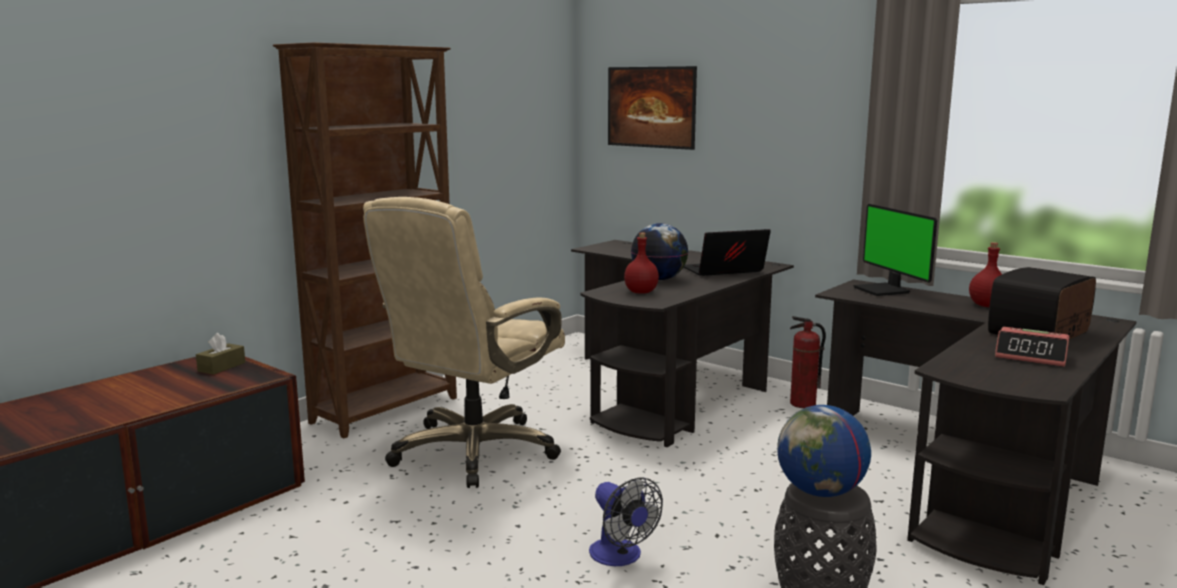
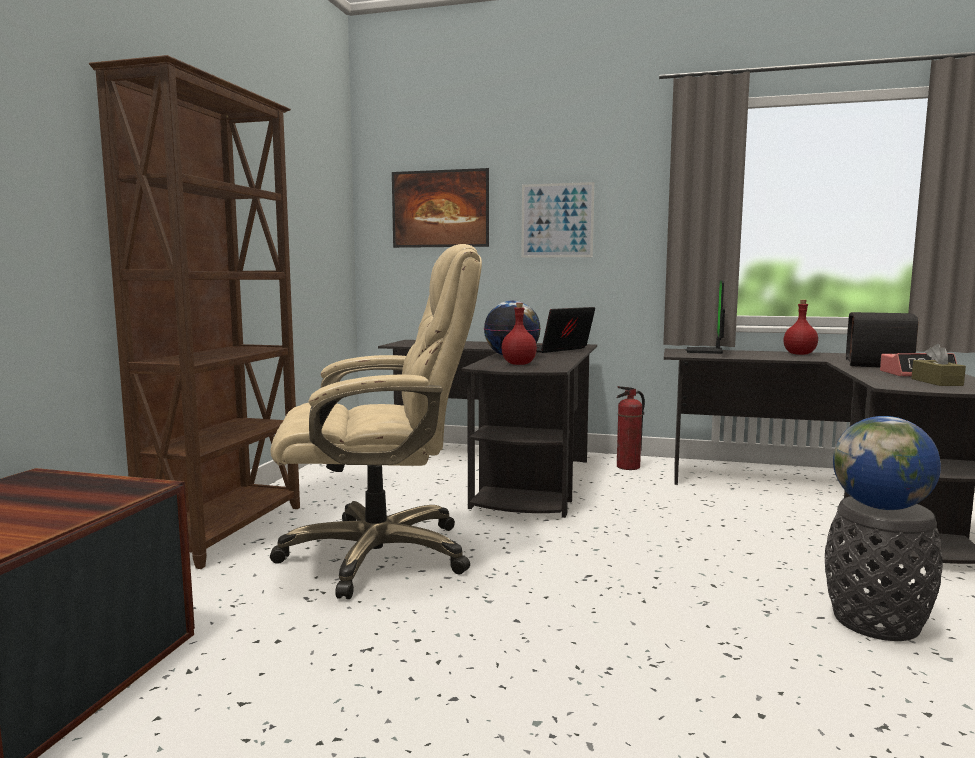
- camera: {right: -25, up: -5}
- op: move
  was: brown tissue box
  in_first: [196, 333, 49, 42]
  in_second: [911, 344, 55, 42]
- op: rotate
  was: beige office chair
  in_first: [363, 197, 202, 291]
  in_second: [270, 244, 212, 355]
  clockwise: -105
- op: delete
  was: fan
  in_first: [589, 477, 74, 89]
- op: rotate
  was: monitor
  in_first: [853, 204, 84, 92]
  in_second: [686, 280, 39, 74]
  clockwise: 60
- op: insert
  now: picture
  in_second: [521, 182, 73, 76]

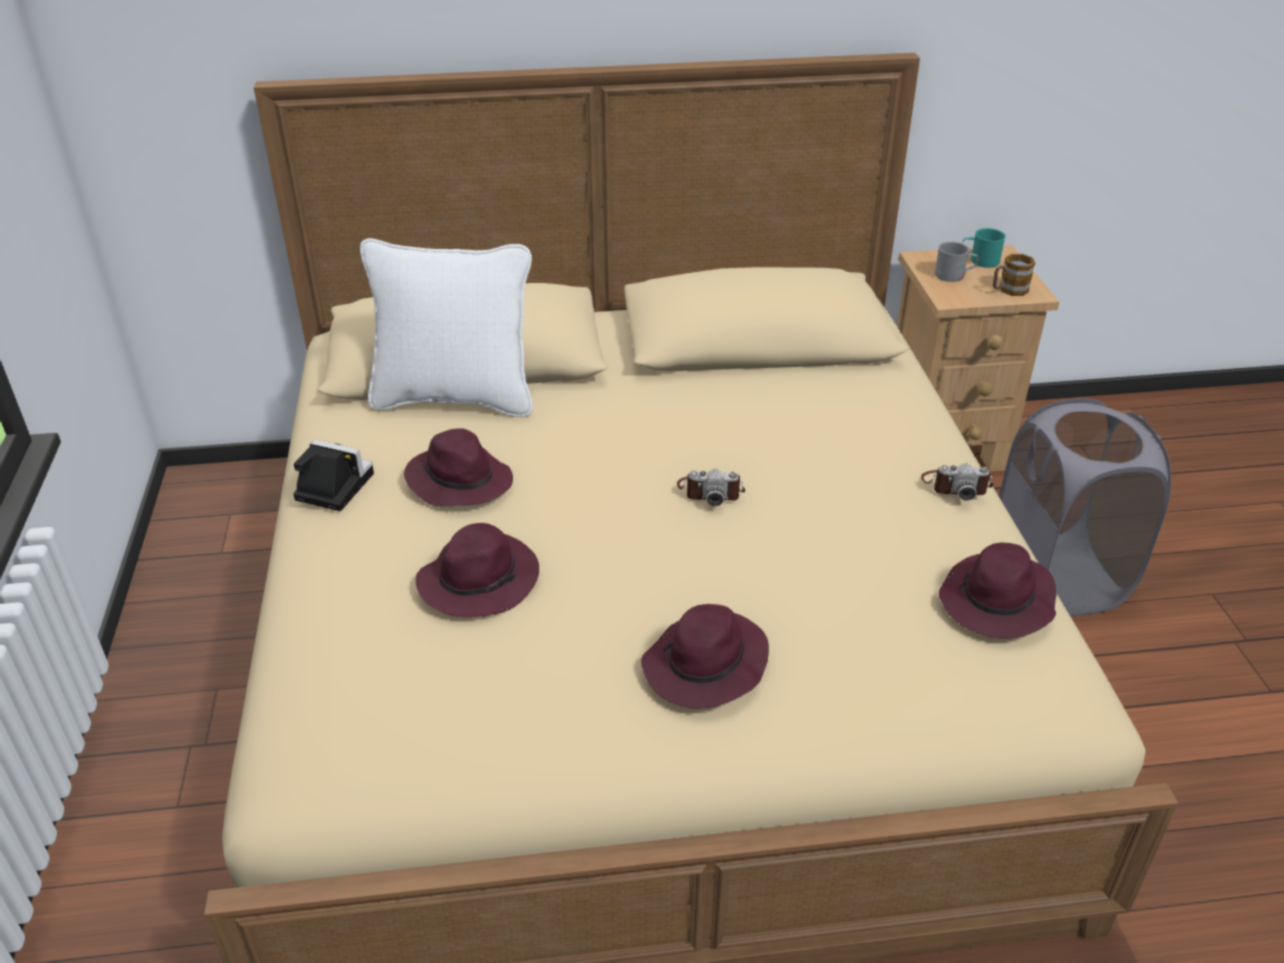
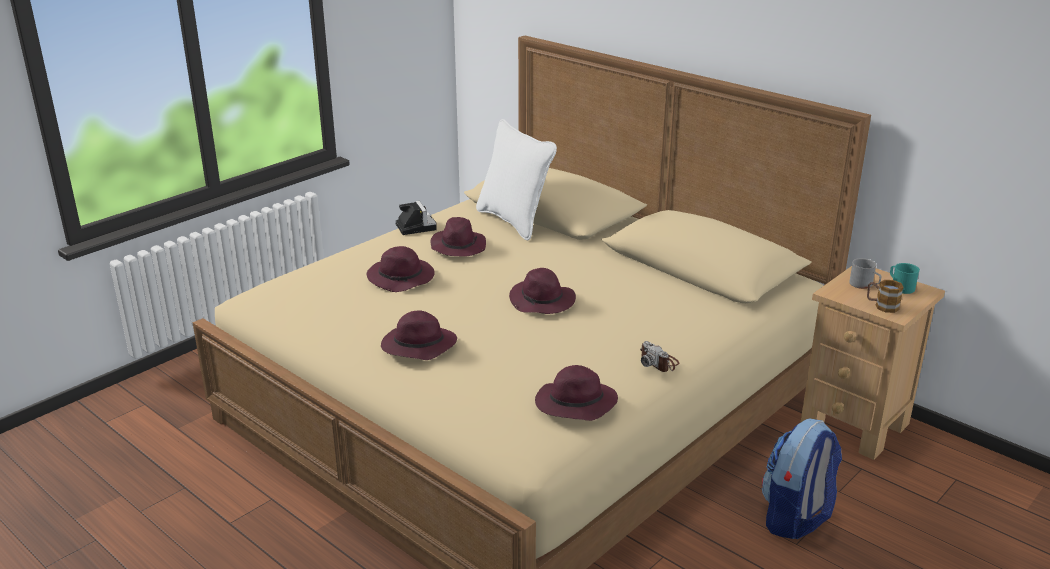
- camera: {right: 50, up: -10}
- op: replace
  was: photo camera
  now: purple hat
  in_first: [677, 469, 68, 37]
  in_second: [509, 268, 67, 46]
- op: replace
  was: grey laundry basket
  now: backpack
  in_first: [999, 398, 172, 219]
  in_second: [762, 418, 80, 121]

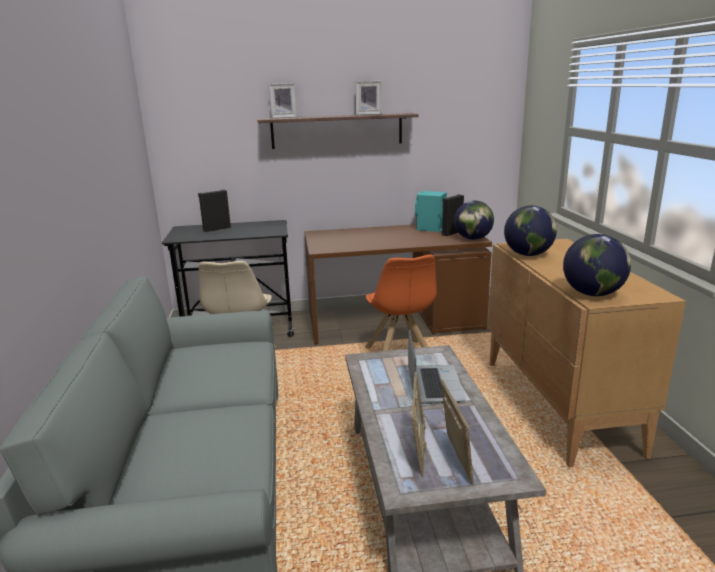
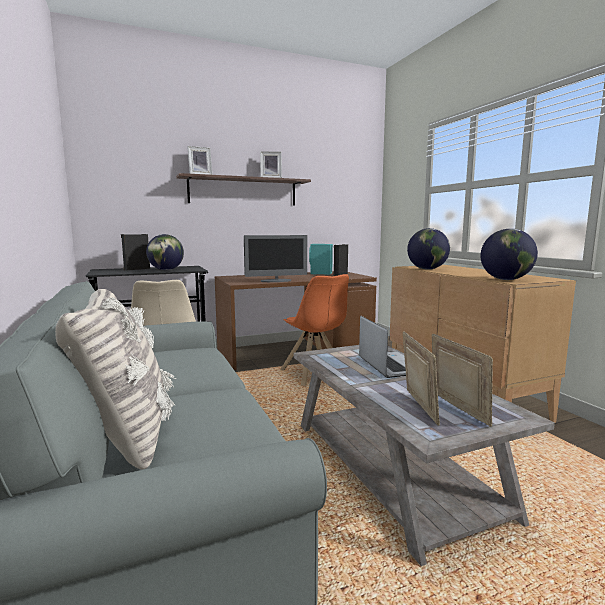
- camera: {right: -15, up: -10}
- op: move
  was: globe
  in_first: [454, 201, 40, 39]
  in_second: [146, 234, 38, 36]
- op: insert
  now: beige pillow
  in_second: [55, 289, 121, 180]
- op: insert
  now: monitor
  in_second: [244, 235, 63, 47]

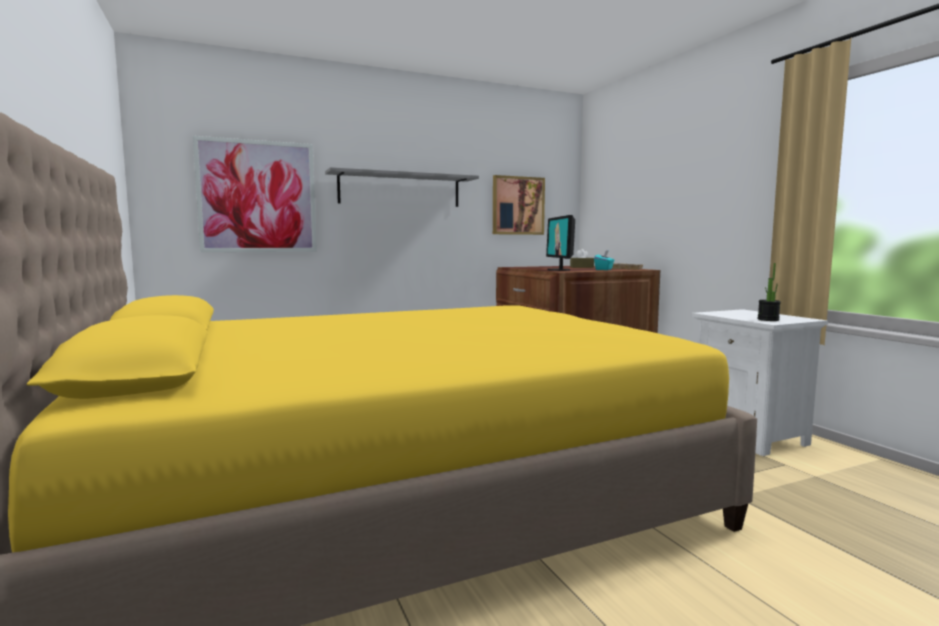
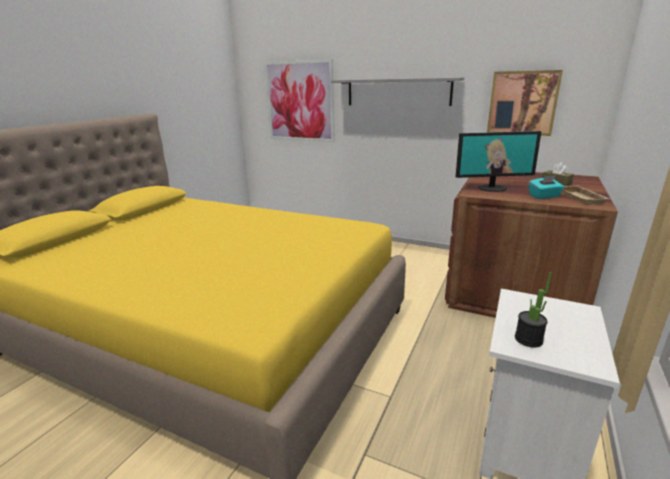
- camera: {right: 50, up: 15}
- op: rotate
  was: monitor
  in_first: [546, 215, 29, 56]
  in_second: [456, 131, 85, 61]
  clockwise: -135

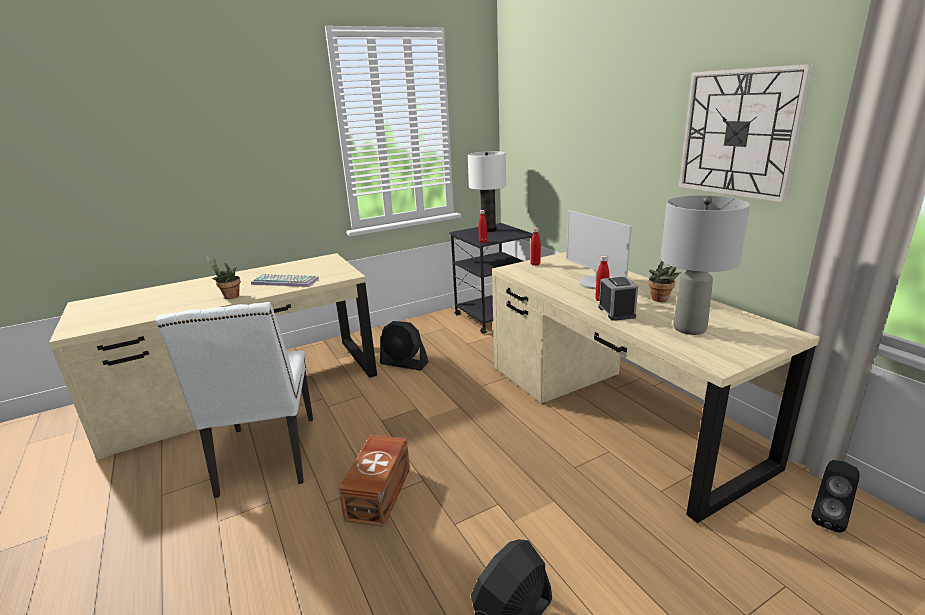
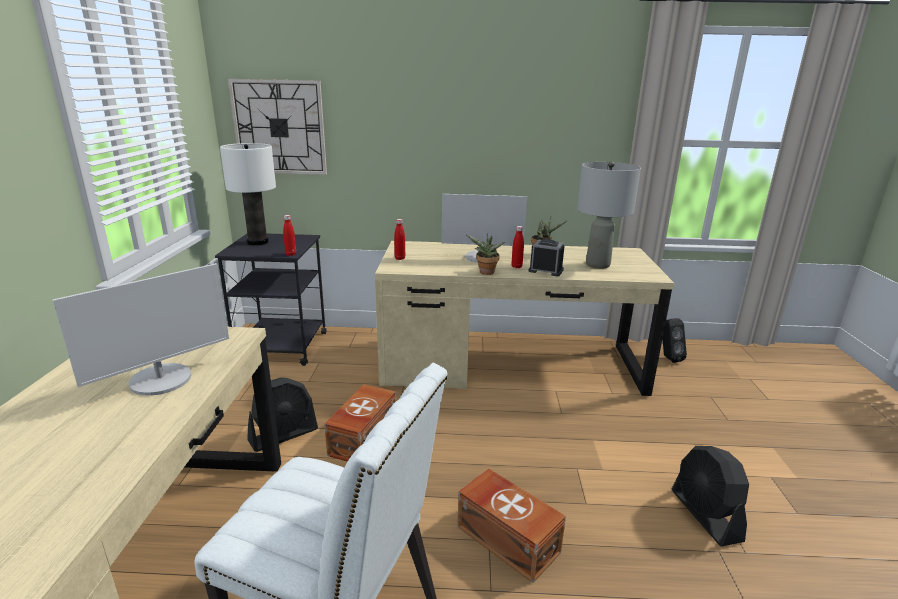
- camera: {right: -60, up: 0}
- op: move
  was: potted plant
  in_first: [205, 255, 36, 44]
  in_second: [466, 233, 39, 42]
- op: replace
  was: keyboard
  now: monitor
  in_first: [251, 274, 68, 13]
  in_second: [52, 263, 177, 133]
- op: move
  was: wall clock
  in_first: [678, 64, 135, 139]
  in_second: [228, 79, 99, 96]
- op: insert
  now: brown storage box
  in_second: [324, 384, 72, 78]

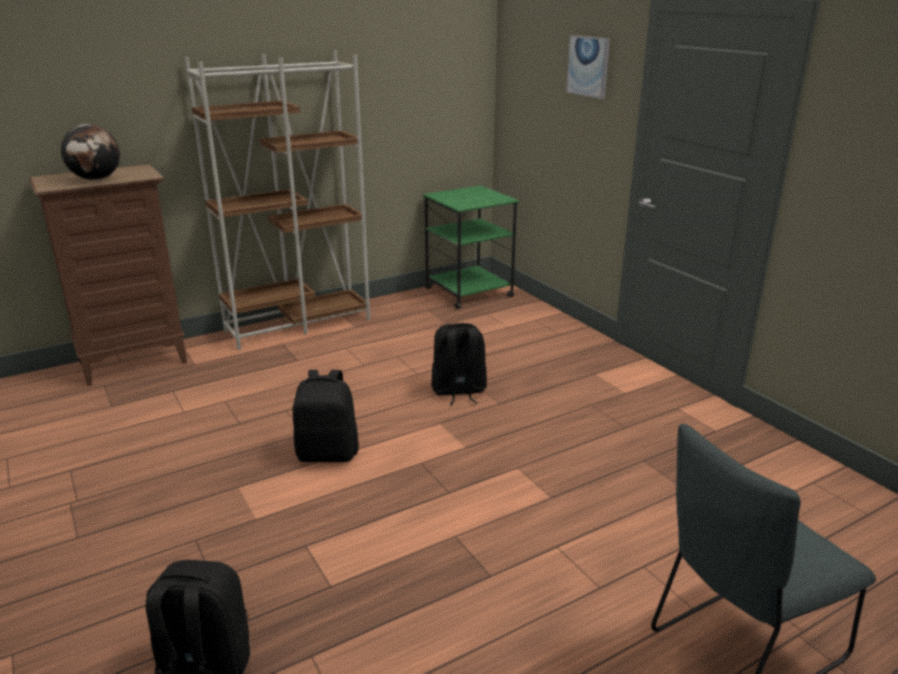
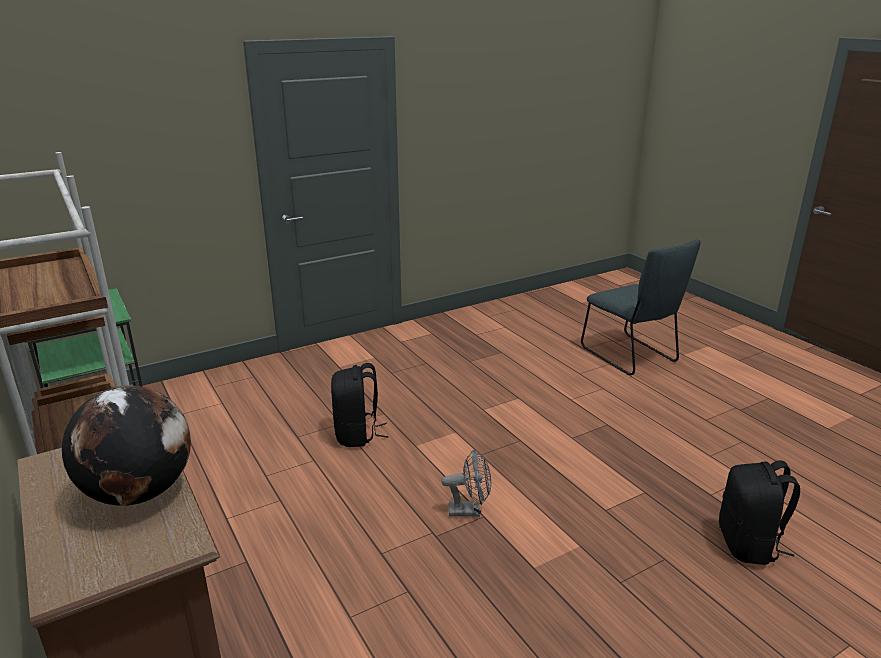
- camera: {right: -90, up: 0}
- op: replace
  was: black backpack
  now: grey fan
  in_first: [292, 370, 67, 92]
  in_second: [442, 449, 49, 68]
- op: delete
  was: picture
  in_first: [566, 35, 44, 64]

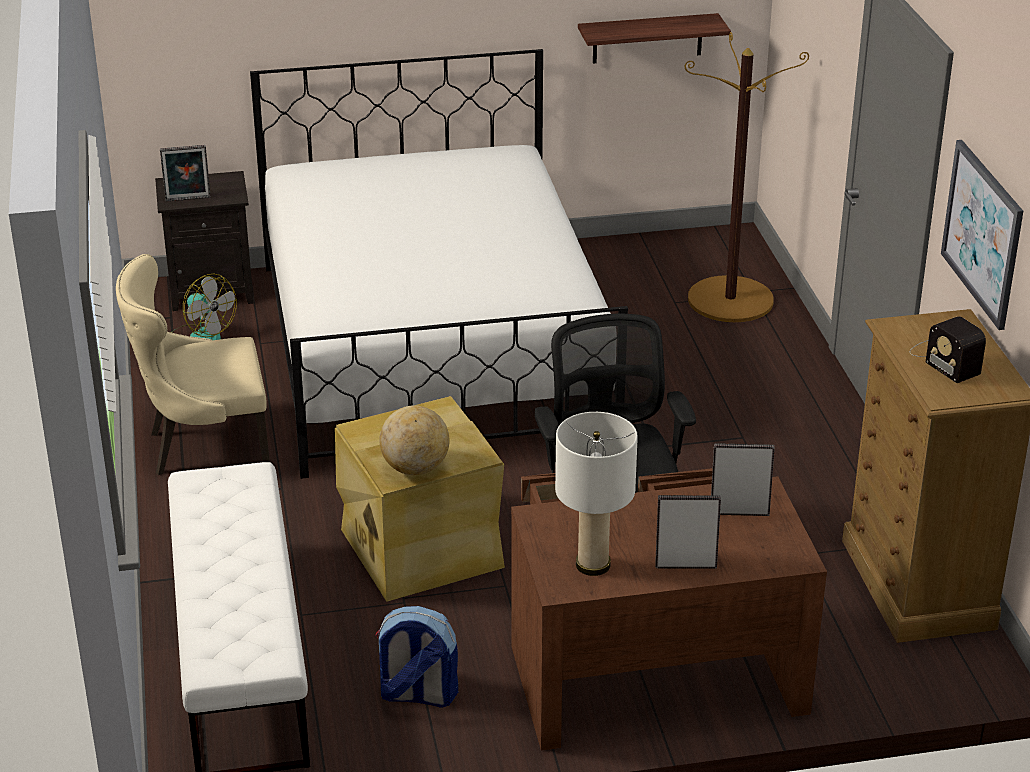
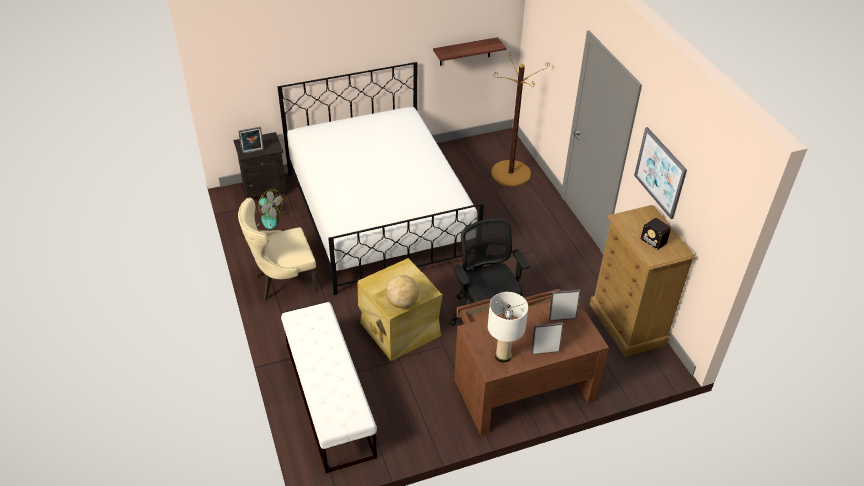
- camera: {right: -10, up: 10}
- op: delete
  was: backpack
  in_first: [375, 606, 83, 102]

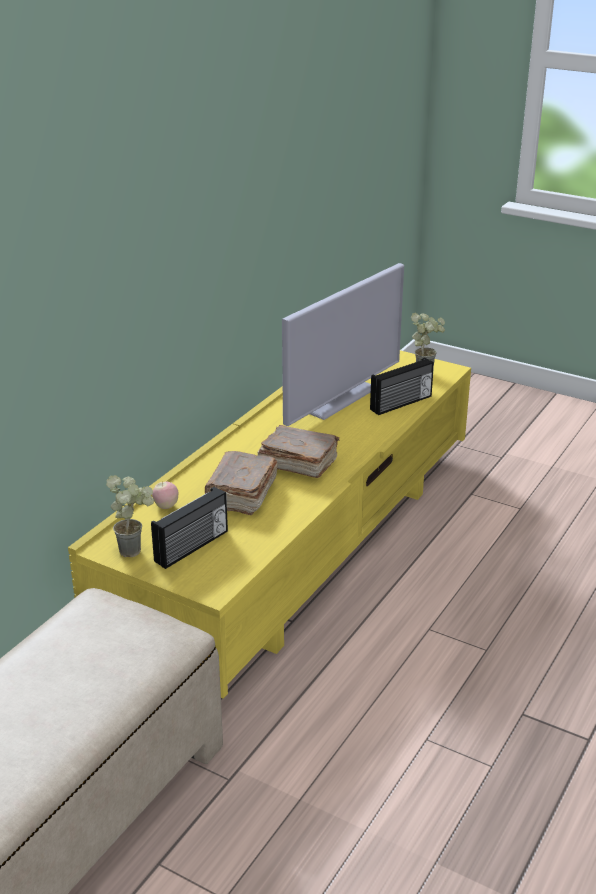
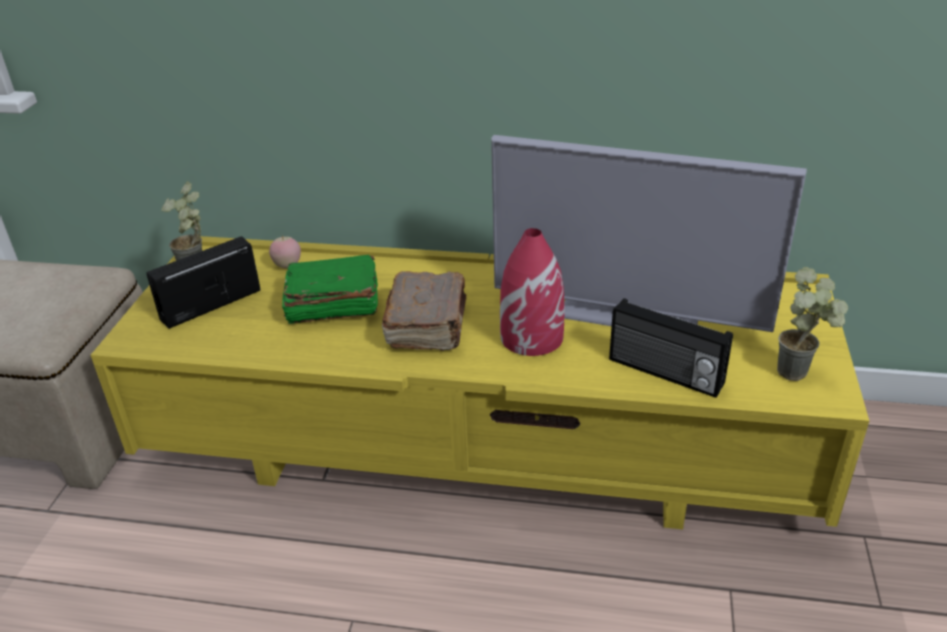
- camera: {right: 70, up: 5}
- op: rotate
  was: radio
  in_first: [151, 487, 77, 82]
  in_second: [147, 236, 113, 93]
  clockwise: 120
- op: recolor
  was: brown book
  now: green book
  in_first: [205, 451, 73, 64]
  in_second: [282, 255, 96, 69]
- op: insert
  now: red vase
  in_second: [500, 228, 65, 128]

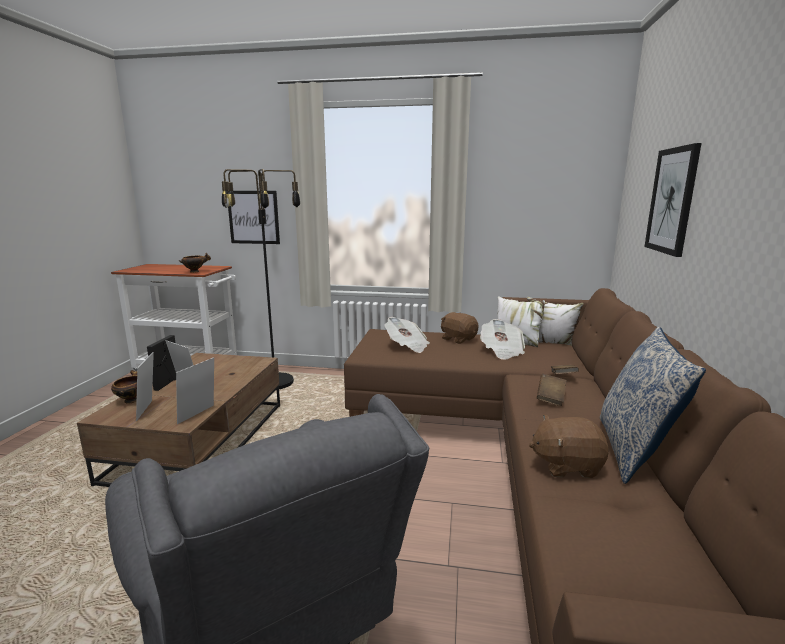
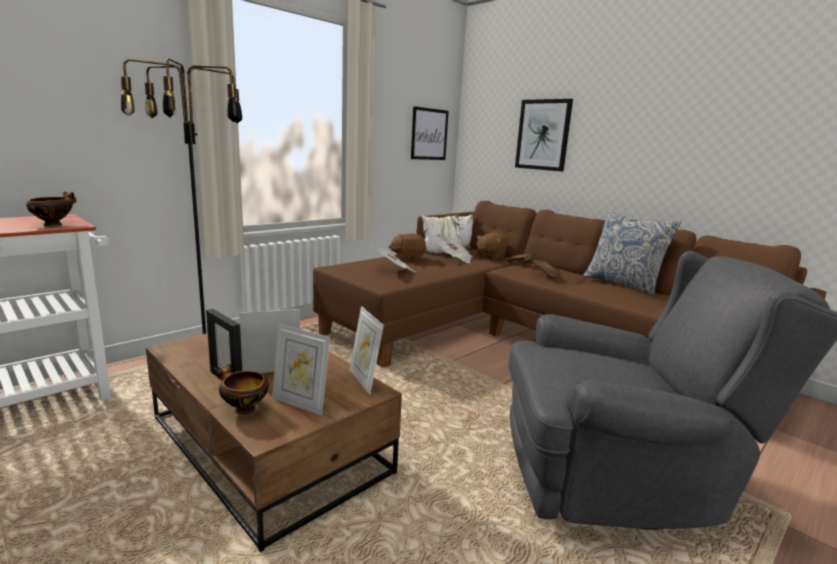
- camera: {right: -55, up: 0}
- op: move
  was: picture
  in_first: [228, 191, 52, 53]
  in_second: [411, 106, 38, 54]
- op: move
  was: brown plush toy
  in_first: [529, 414, 80, 64]
  in_second: [476, 232, 32, 28]

